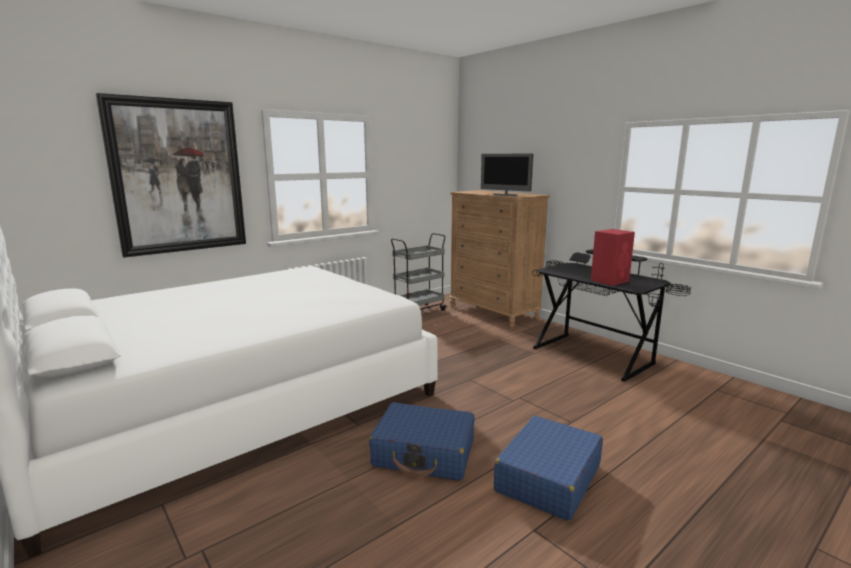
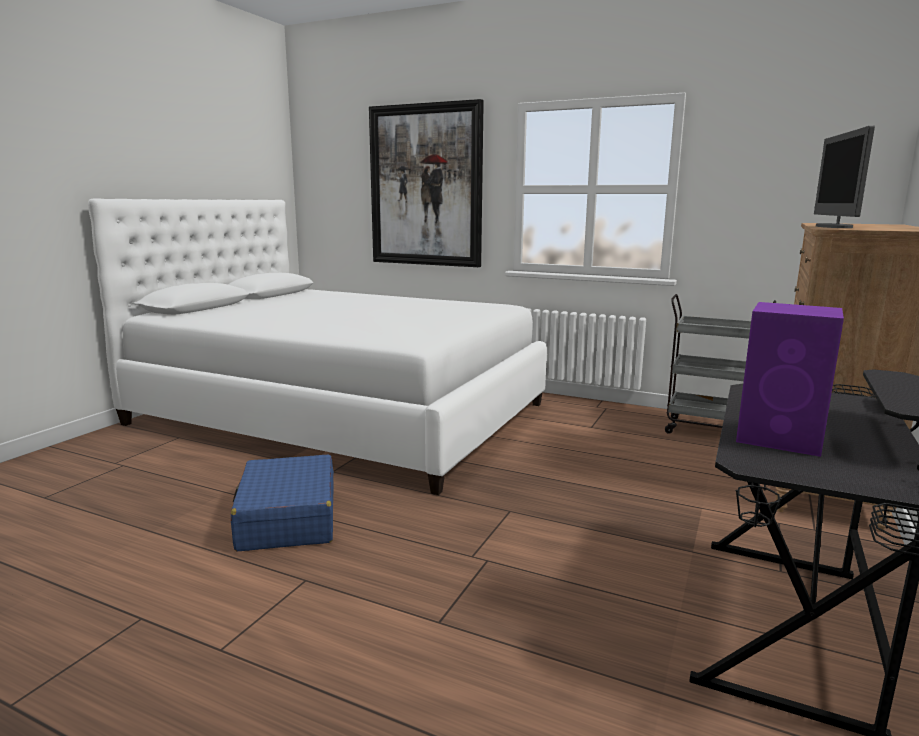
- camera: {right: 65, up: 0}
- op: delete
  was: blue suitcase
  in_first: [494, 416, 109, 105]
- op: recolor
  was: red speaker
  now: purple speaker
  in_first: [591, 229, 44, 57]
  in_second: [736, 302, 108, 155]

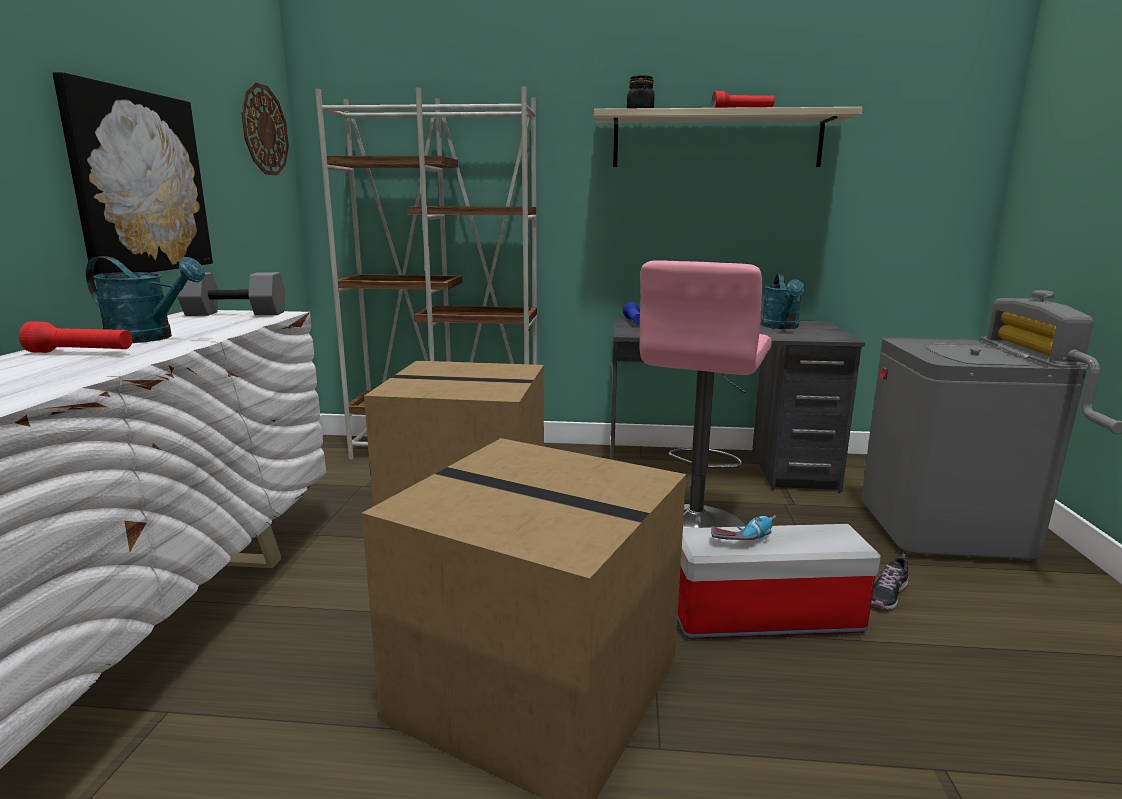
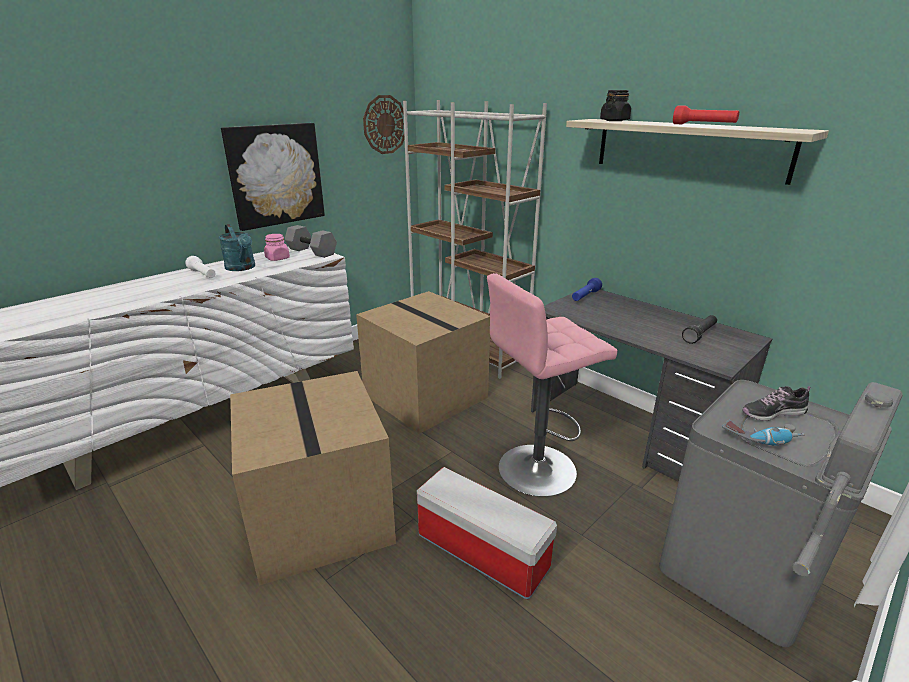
- camera: {right: 40, up: 10}
- op: recolor
  was: red flashlight
  now: white flashlight
  in_first: [19, 321, 113, 32]
  in_second: [185, 256, 31, 22]
- op: move
  was: power drill
  in_first: [711, 515, 65, 25]
  in_second: [722, 420, 83, 26]
- op: replace
  was: turquoise watering can
  now: black flashlight
  in_first: [761, 274, 44, 55]
  in_second: [682, 315, 35, 29]
- op: move
  was: shoe
  in_first: [871, 554, 38, 56]
  in_second: [742, 386, 69, 35]
- op: insert
  now: pink jar
  in_second: [264, 234, 26, 27]

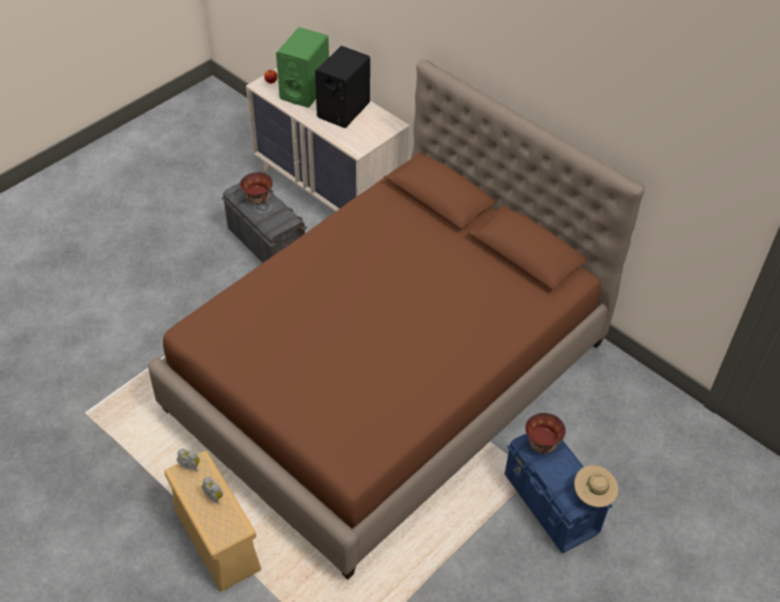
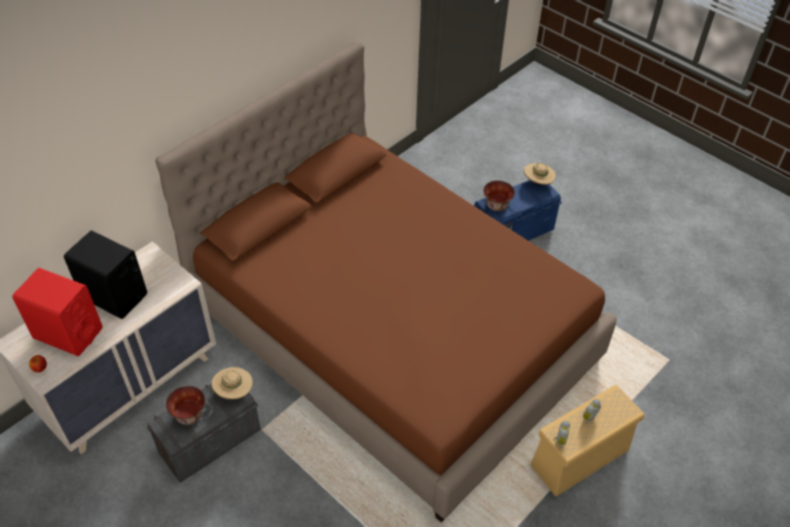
- camera: {right: -90, up: 0}
- op: recolor
  was: green speaker
  now: red speaker
  in_first: [276, 27, 53, 81]
  in_second: [12, 268, 90, 88]
- op: insert
  now: beige hat
  in_second: [212, 367, 41, 33]

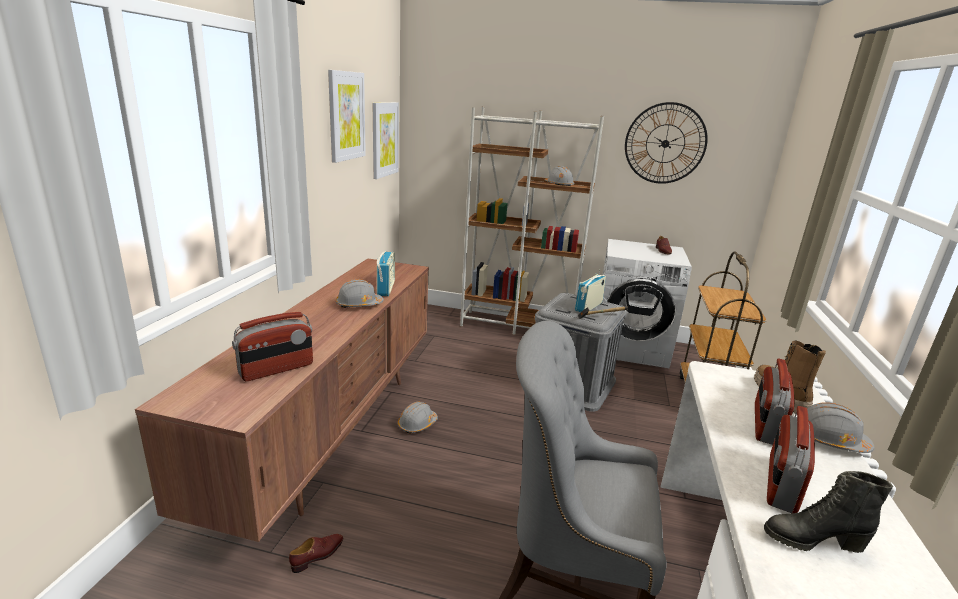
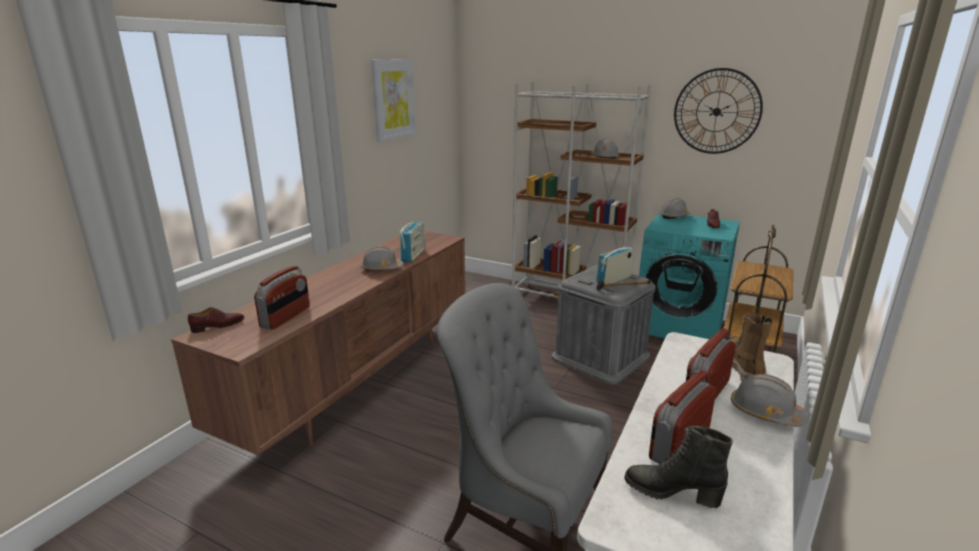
- camera: {right: 15, up: 0}
- op: rotate
  was: radio
  in_first: [232, 312, 81, 69]
  in_second: [254, 266, 56, 64]
  clockwise: -45
- op: move
  was: brown shoe
  in_first: [289, 534, 54, 39]
  in_second: [188, 307, 56, 26]
- op: delete
  was: picture
  in_first: [373, 102, 26, 77]
- op: move
  was: grey hard hat
  in_first: [398, 402, 40, 32]
  in_second: [659, 198, 31, 21]
- op: recolor
  was: white washing machine
  now: turquoise washing machine
  in_first: [603, 239, 89, 129]
  in_second: [639, 214, 101, 125]

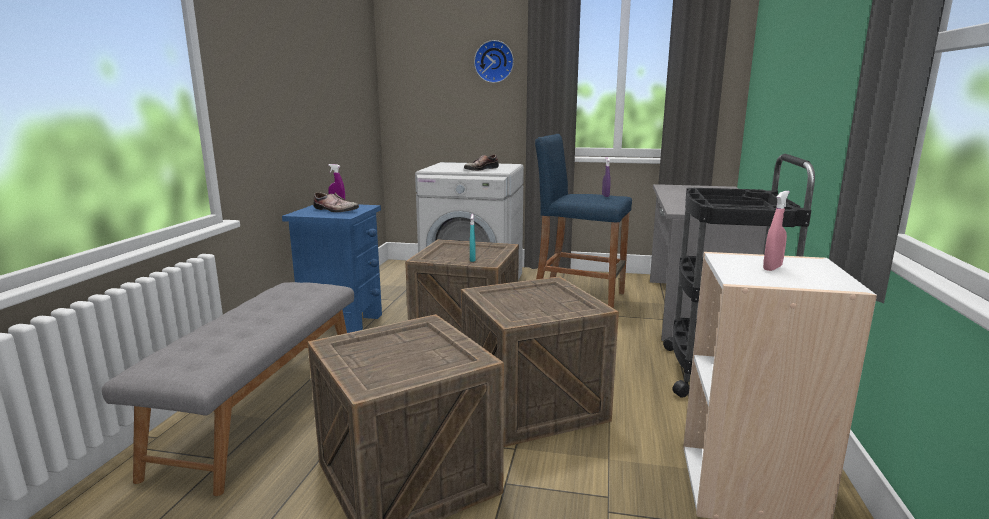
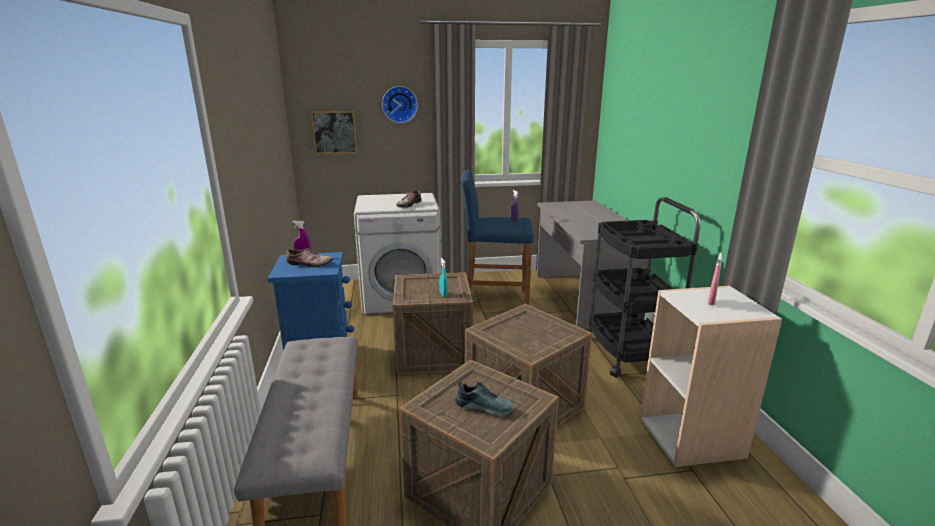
- camera: {right: -20, up: 5}
- op: insert
  now: picture
  in_second: [311, 111, 46, 43]
- op: insert
  now: shoe
  in_second: [455, 381, 59, 34]

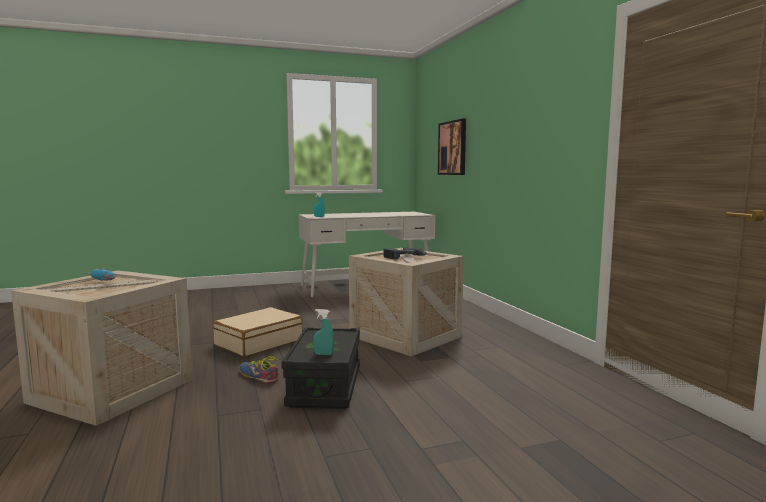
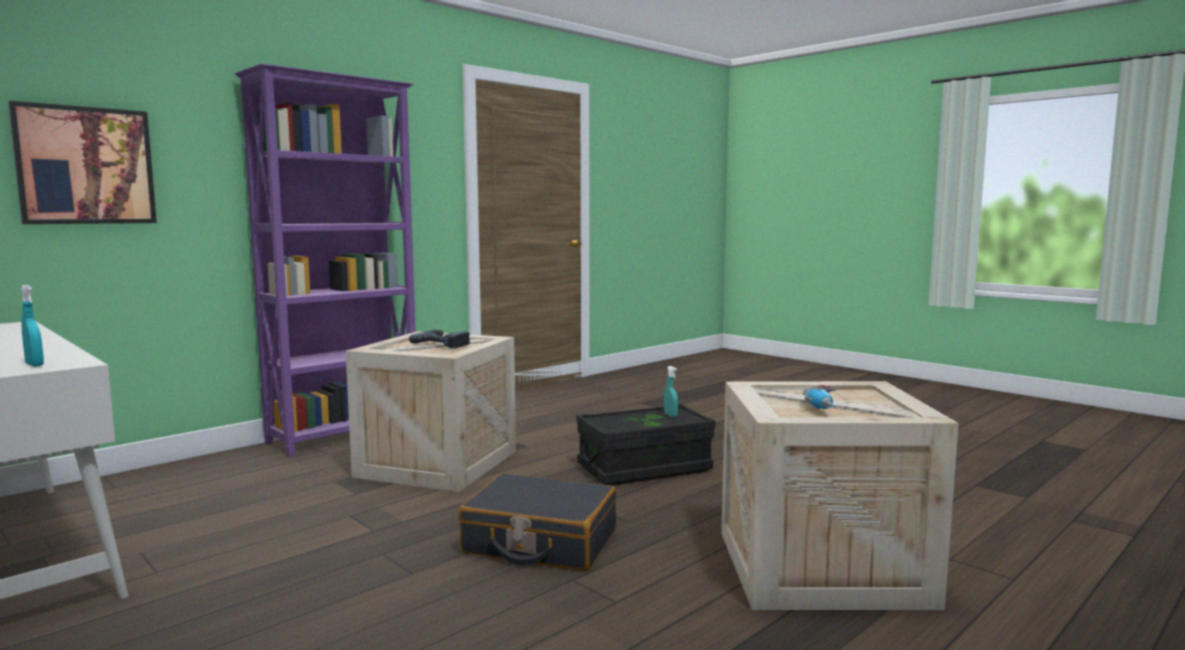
- camera: {right: -115, up: 0}
- op: recolor
  was: beige suitcase
  now: black suitcase
  in_first: [213, 307, 90, 50]
  in_second: [458, 473, 159, 98]
- op: delete
  was: shoe
  in_first: [239, 356, 39, 27]
- op: insert
  now: purple bookcase
  in_second: [235, 64, 181, 393]

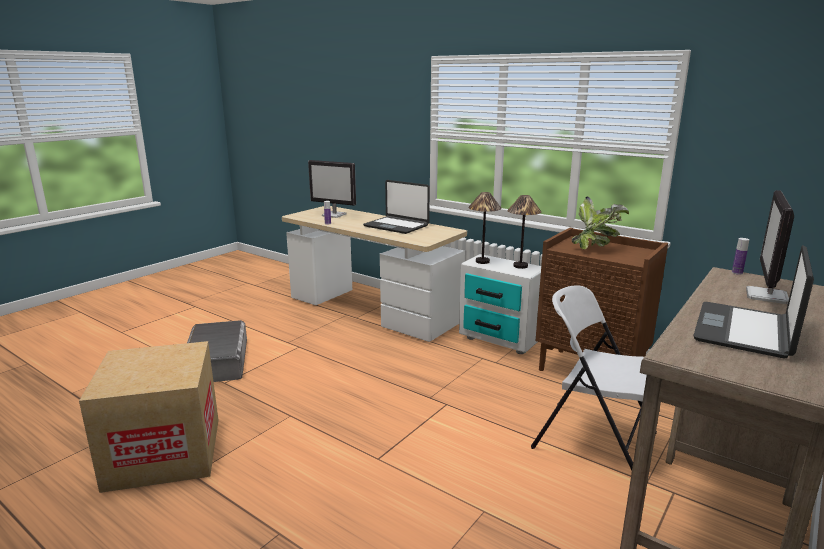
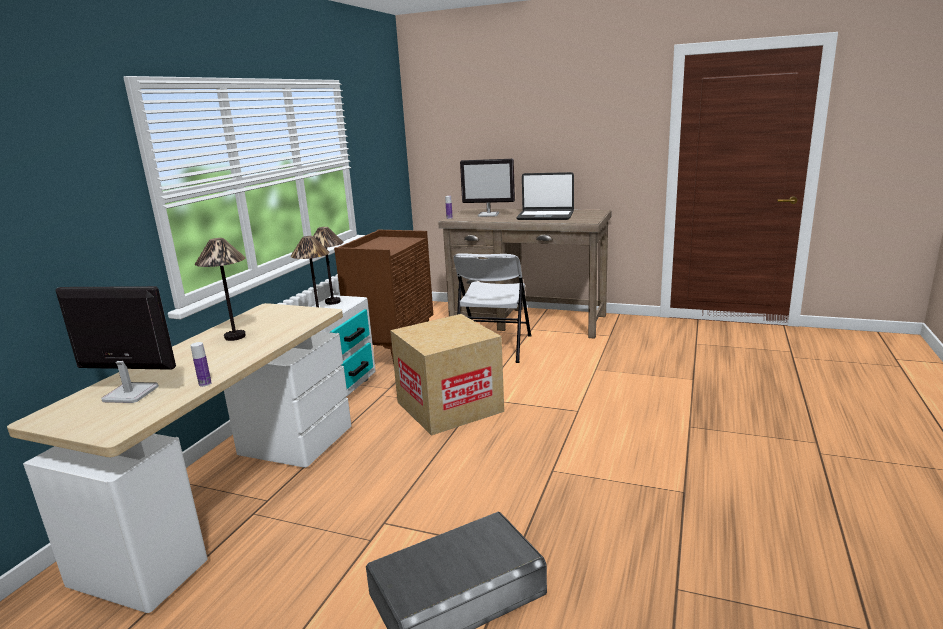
- camera: {right: -105, up: 0}
- op: move
  was: cardboard box
  in_first: [79, 341, 139, 152]
  in_second: [390, 314, 114, 121]
- op: rotate
  was: monitor
  in_first: [308, 160, 48, 58]
  in_second: [55, 286, 121, 117]
  clockwise: -90
- op: replace
  was: laptop
  now: table lamp
  in_first: [363, 180, 67, 54]
  in_second: [195, 238, 50, 103]
- op: delete
  was: potted plant
  in_first: [572, 196, 57, 53]

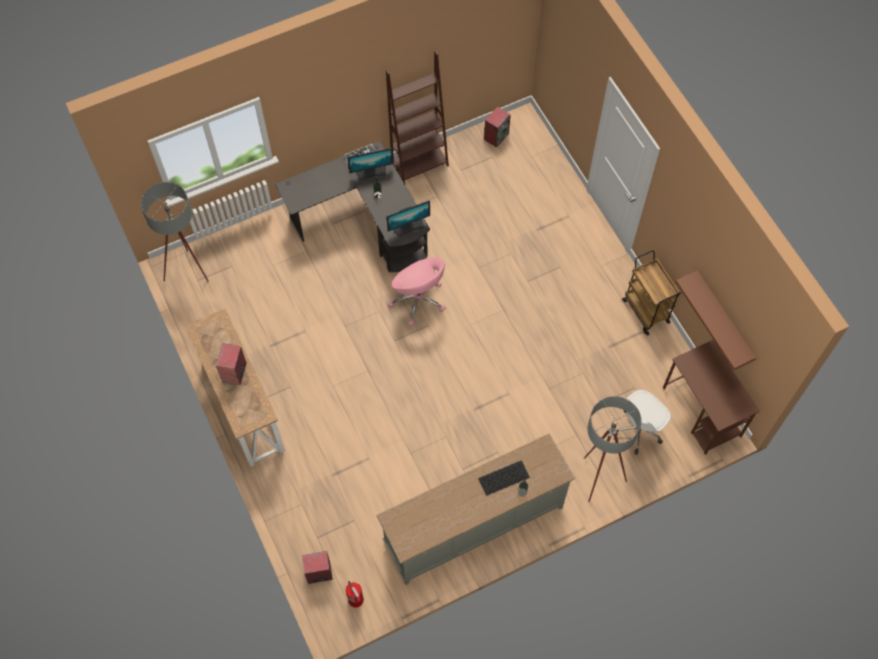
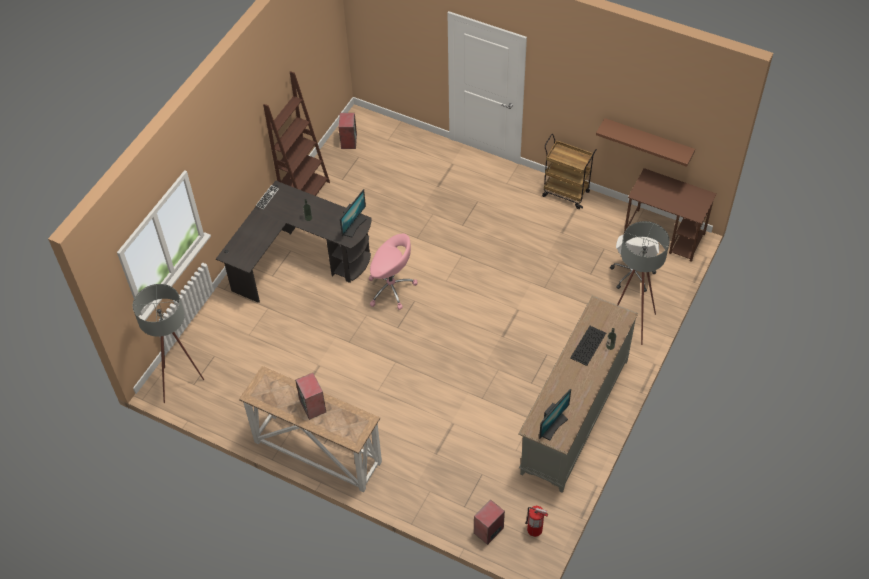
- camera: {right: -35, up: -10}
- op: move
  was: monitor
  in_first: [348, 148, 45, 33]
  in_second: [539, 389, 32, 51]

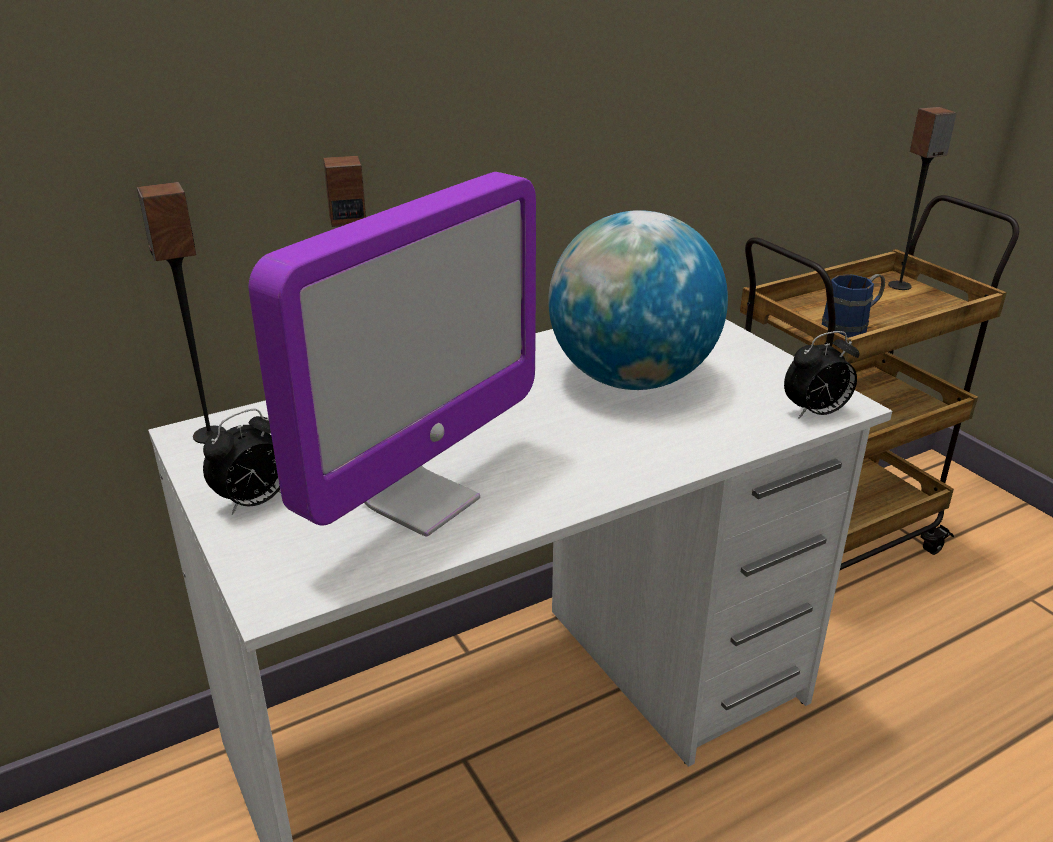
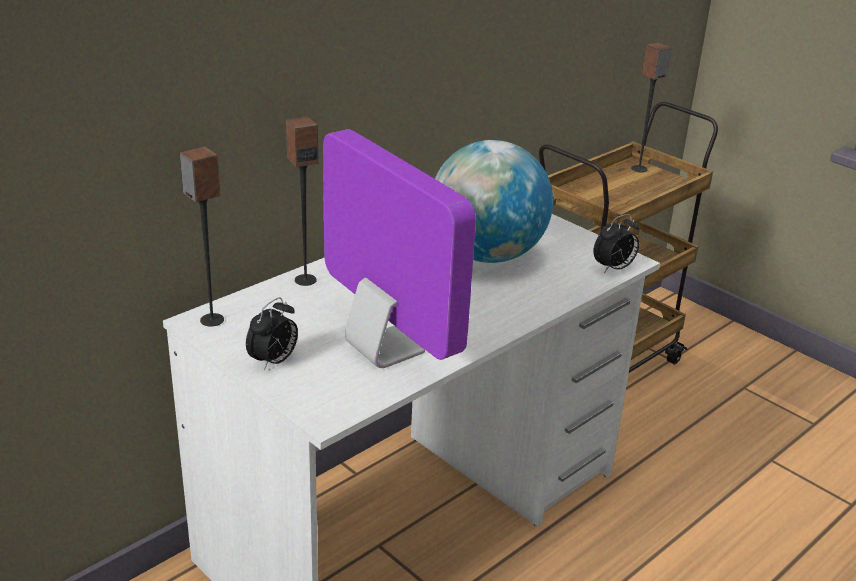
- camera: {right: -15, up: 0}
- op: rotate
  was: monitor
  in_first: [249, 172, 287, 364]
  in_second: [323, 129, 153, 239]
  clockwise: -60
- op: delete
  was: blue mug
  in_first: [822, 274, 63, 64]

